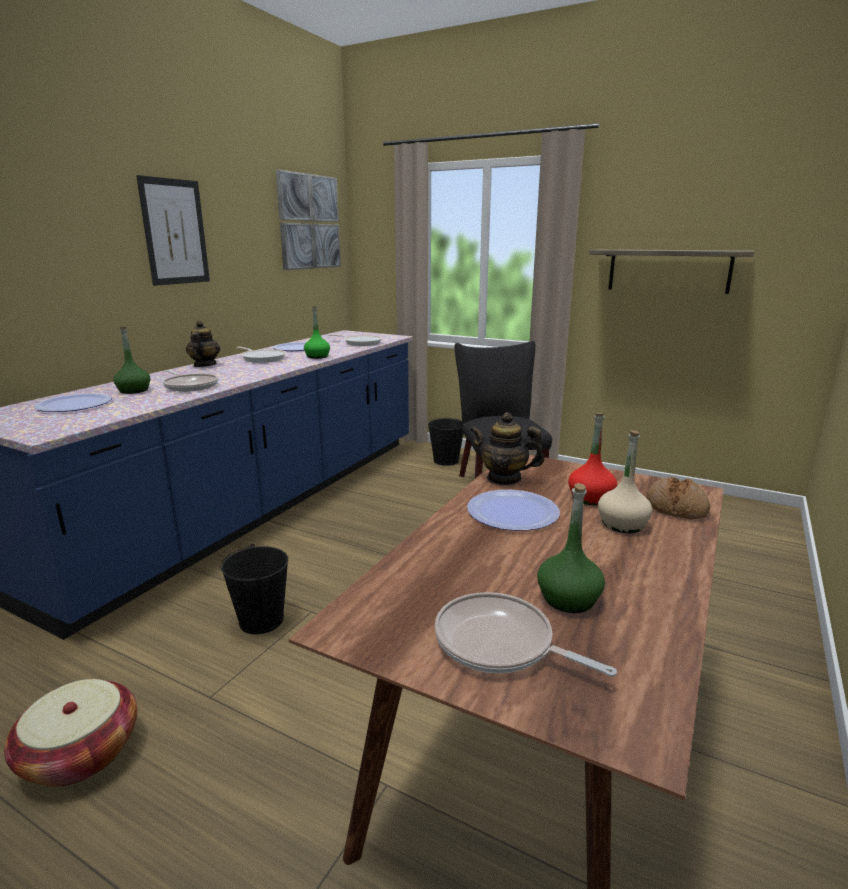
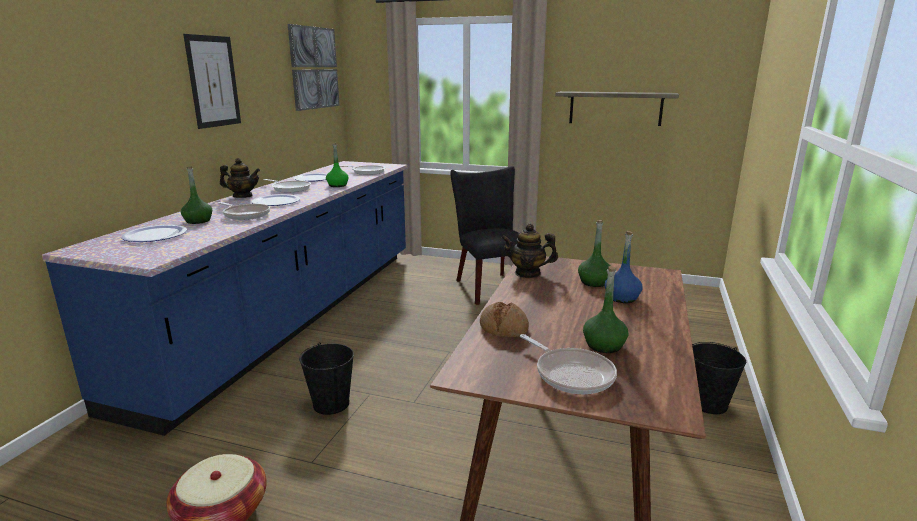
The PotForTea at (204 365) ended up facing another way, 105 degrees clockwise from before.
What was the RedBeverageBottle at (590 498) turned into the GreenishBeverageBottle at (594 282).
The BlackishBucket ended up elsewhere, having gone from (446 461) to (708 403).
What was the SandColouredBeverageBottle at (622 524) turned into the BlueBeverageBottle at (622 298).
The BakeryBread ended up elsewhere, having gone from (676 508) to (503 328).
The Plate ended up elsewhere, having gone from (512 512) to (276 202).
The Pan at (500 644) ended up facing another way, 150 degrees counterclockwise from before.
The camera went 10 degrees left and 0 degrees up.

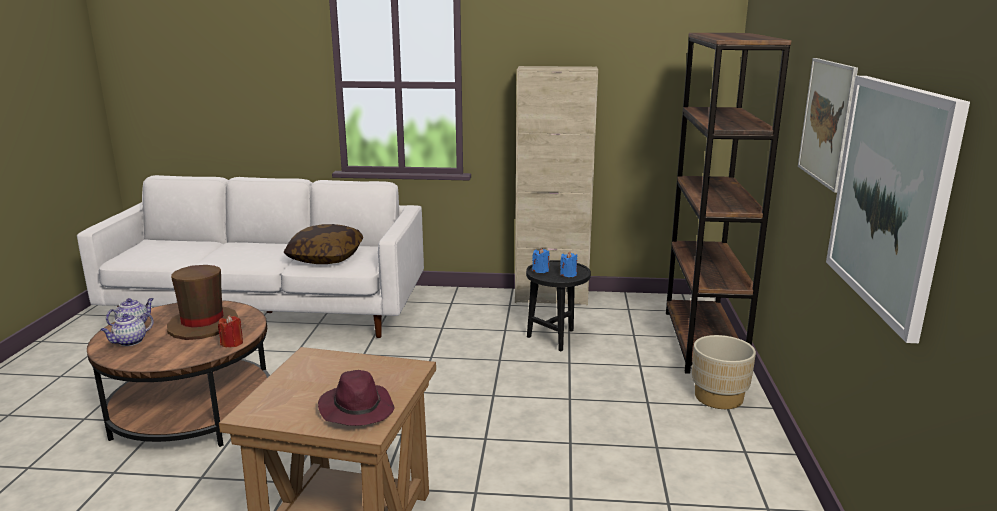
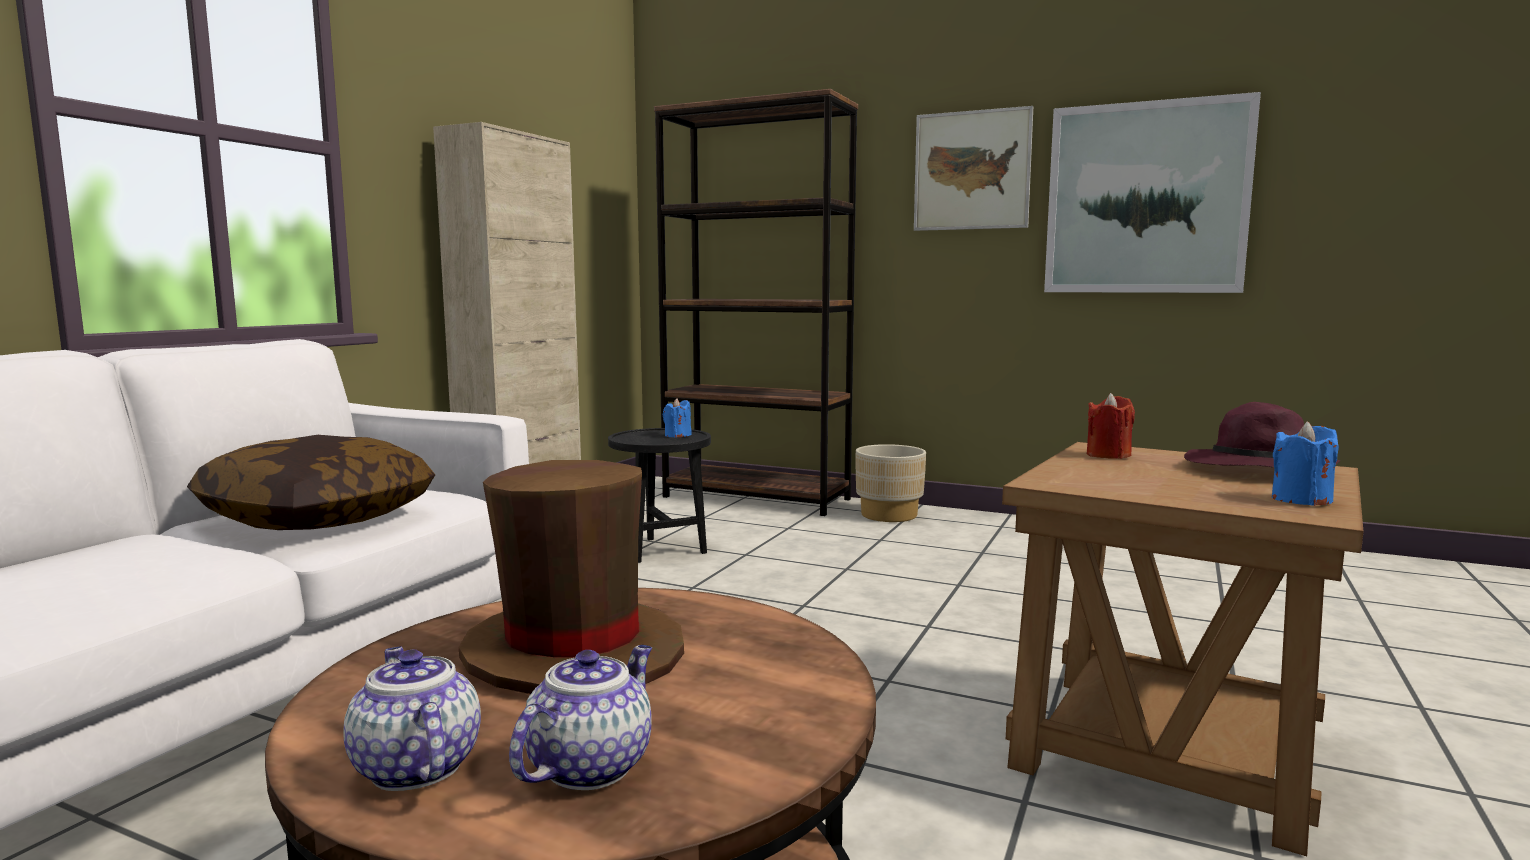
The BlueWaxLight ended up elsewhere, having gone from (541 270) to (1301 500).
The PotForTea at (130 342) ended up facing another way, 120 degrees counterclockwise from before.
The RedWaxLight ended up elsewhere, having gone from (232 343) to (1108 455).
The camera went 70 degrees left and 10 degrees down.

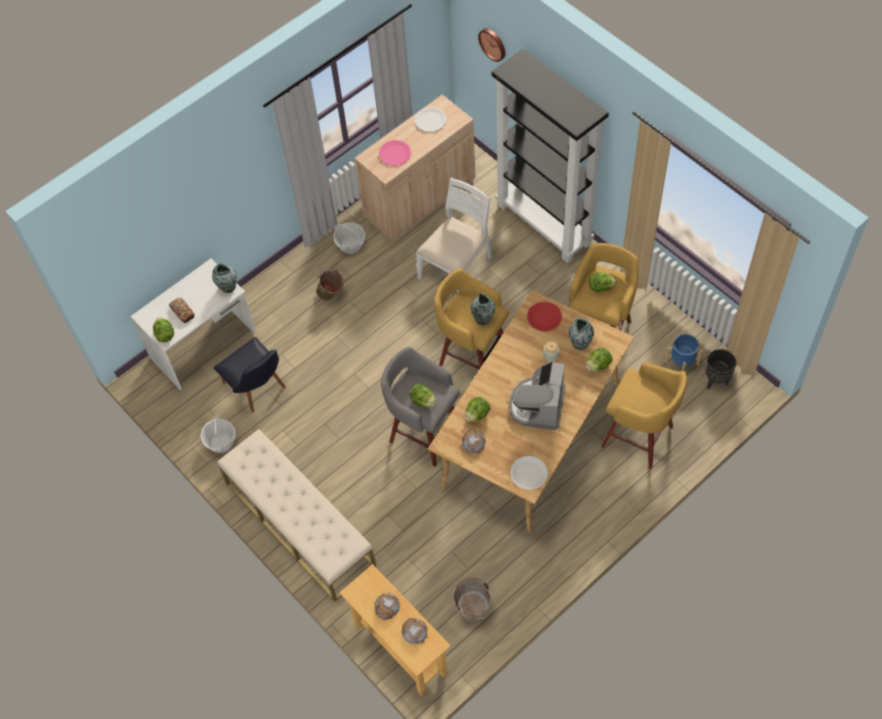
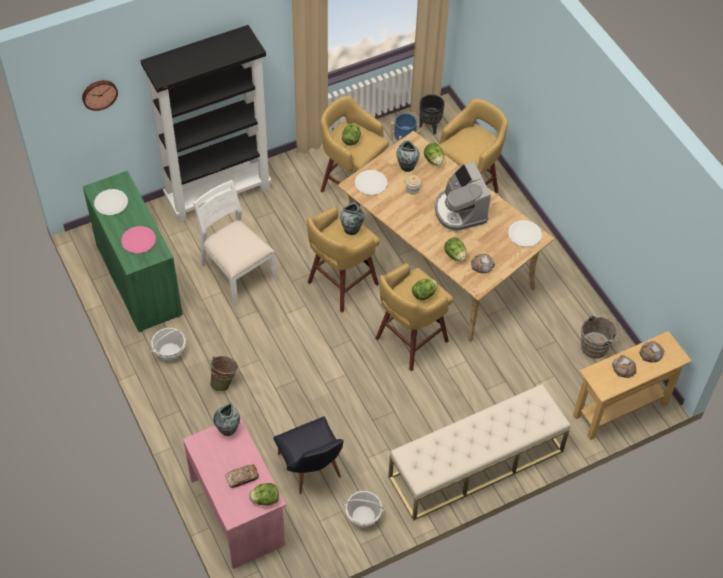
What was the SandColouredStorageCabinet at (420 198) turned into the GreenishStorageCabinet at (139 281).
What was the WhiteColouredDesk at (204 346) turned into the PinkColouredDesk at (238 511).
What was the RedPlate at (544 317) turned into the WhiteColouredPlate at (371 183).
The BlackishChair at (258 389) ended up facing another way, 90 degrees clockwise from before.
What was the GreyishStoolSeat at (424 432) turned into the YellowStoolSeat at (409 341).
The CoffeeMachine at (537 405) ended up facing another way, 45 degrees clockwise from before.
The camera went 80 degrees left and 5 degrees down.

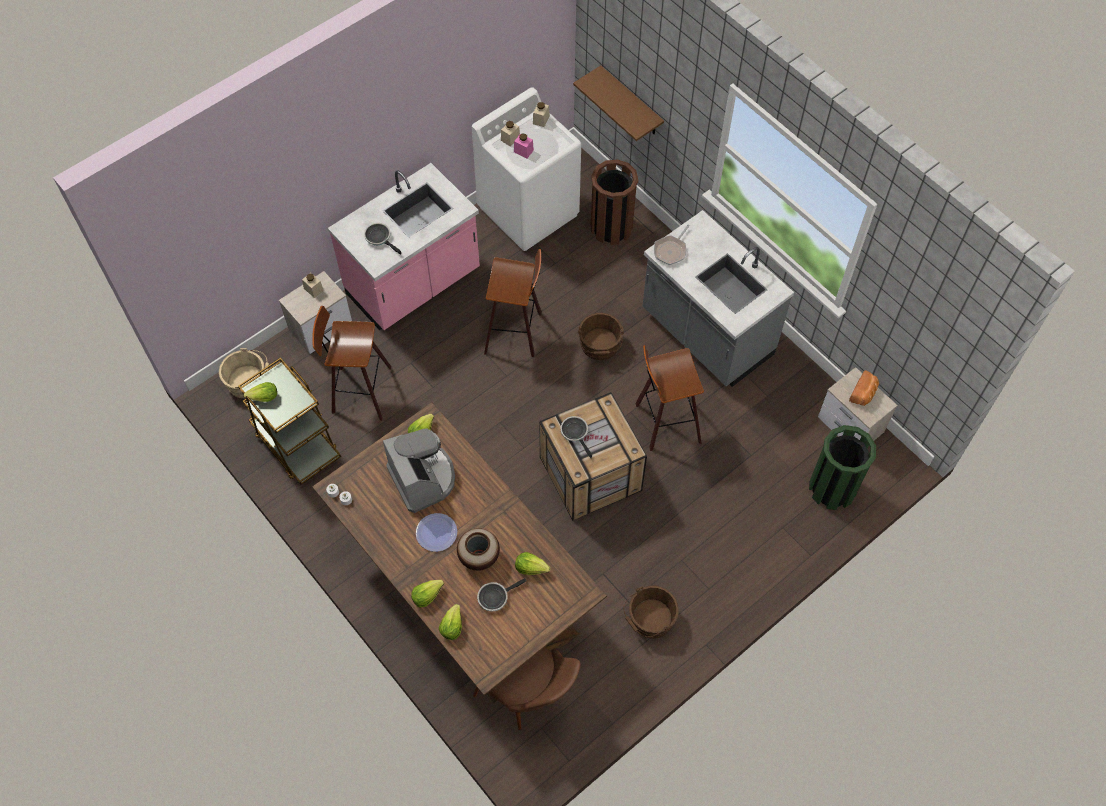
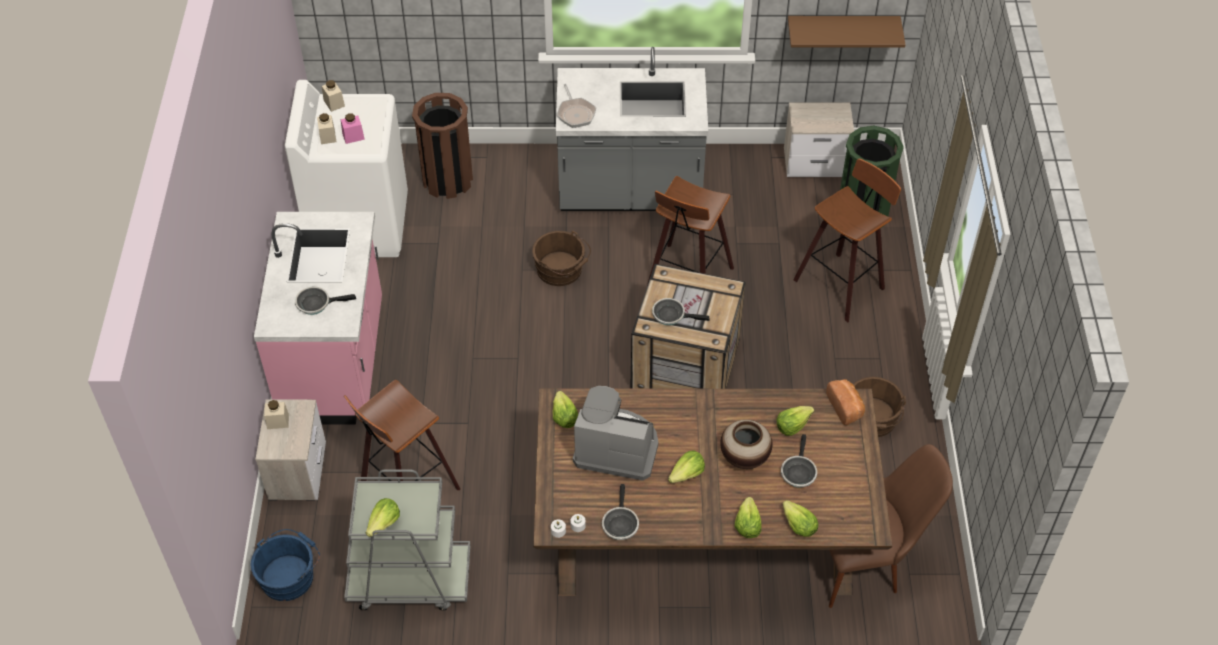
The BrownishBracketShelf ended up elsewhere, having gone from (631 102) to (842 29).
The StoolSeat ended up elsewhere, having gone from (515 331) to (842 284).
What was the SandColouredBucket at (249 381) turned into the BlueBucket at (289 575).
What was the BrownishWheeledCart at (296 444) turned into the GreyishWheeledCart at (409 580).
The BakeryBread ended up elsewhere, having gone from (863 394) to (846 407).
Where the Plate stood at (436 533), the Lettuce came to stand at (687 474).
The second view gained the Pan at (620 523).
The camera went 50 degrees left and 10 degrees down.

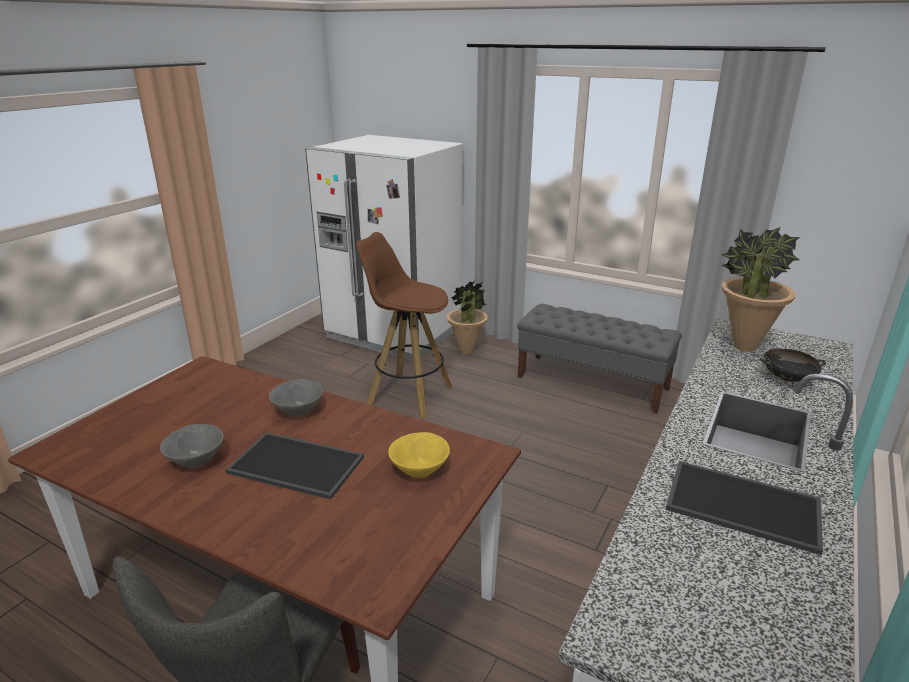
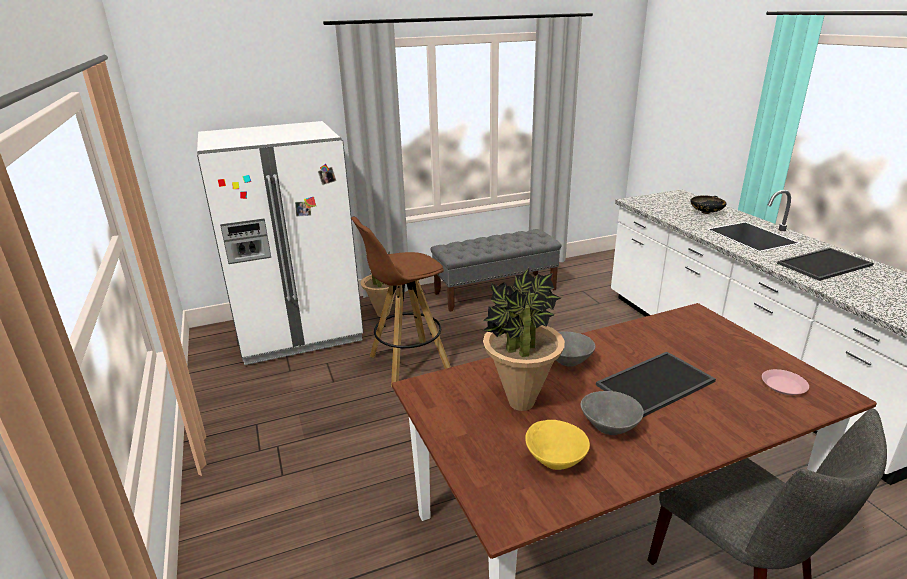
The PlantInAPot ended up elsewhere, having gone from (744 347) to (521 403).
The YellowServingBowl ended up elsewhere, having gone from (420 470) to (555 460).
The second view gained the PinkColouredPlate at (783 385).
The camera went 50 degrees left and 0 degrees up.

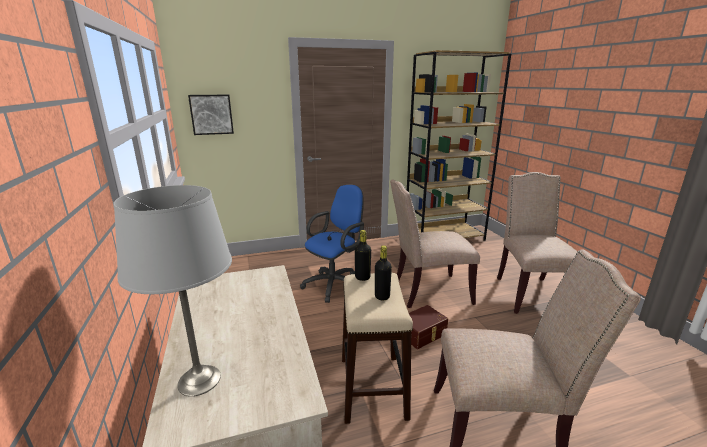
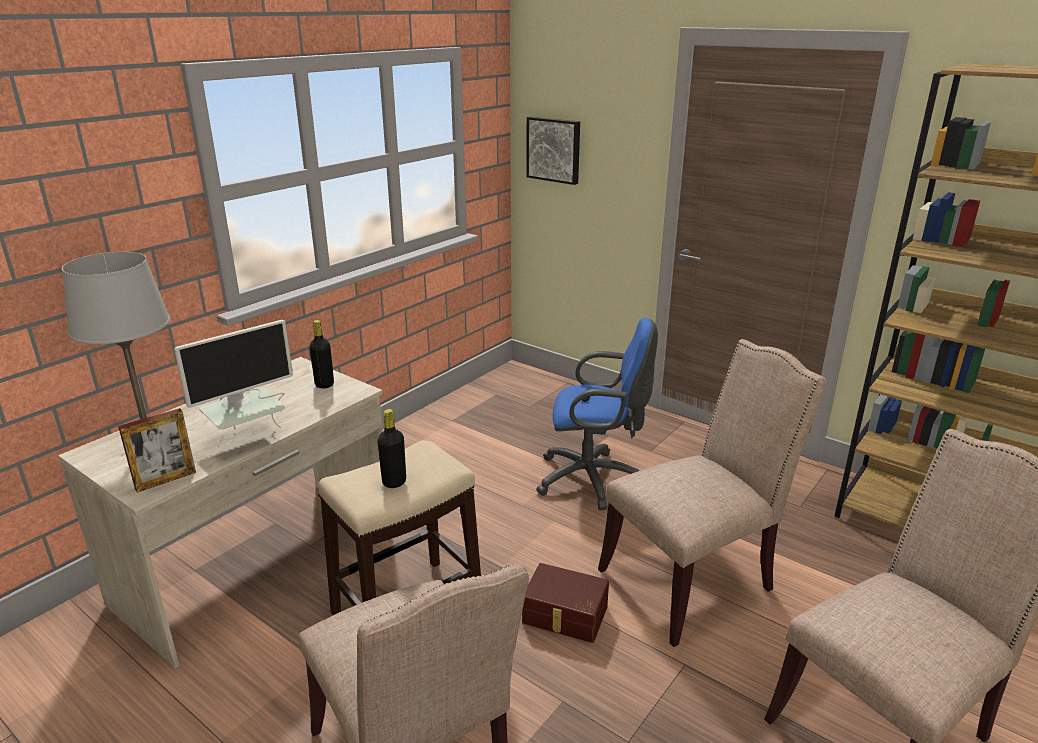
The SandColouredChair at (428 292) ended up facing another way, 105 degrees clockwise from before.
The BlackishBeverageBottle ended up elsewhere, having gone from (362 277) to (324 384).
The second view gained the ComputerScreen at (248 439).
The second view gained the StandingFrame at (166 480).
The camera went 55 degrees right and 5 degrees up.

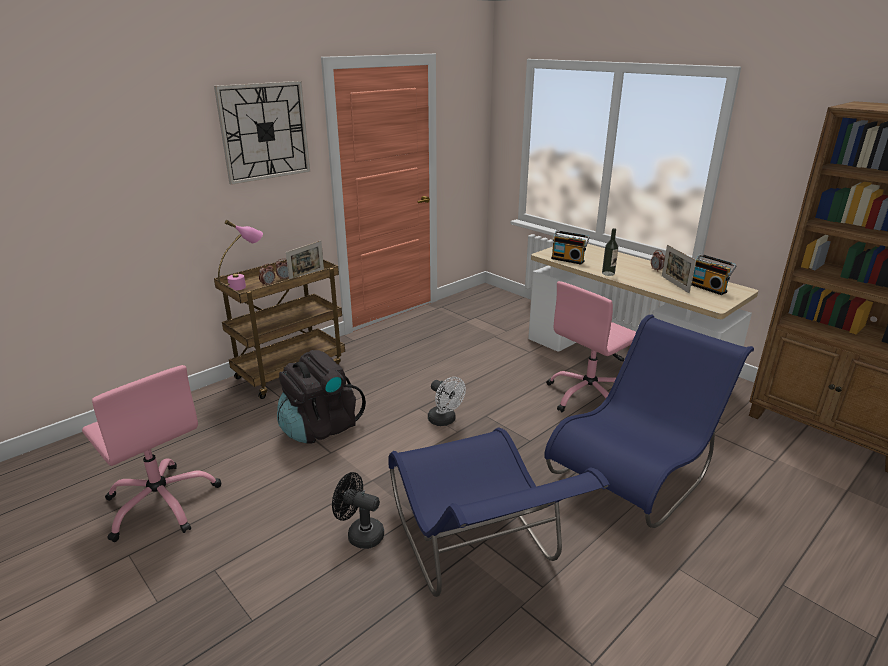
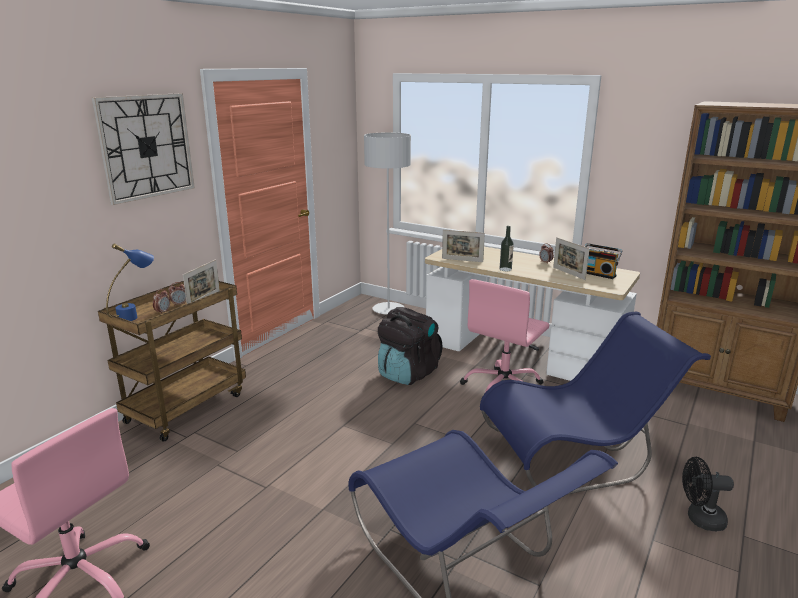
What was the PinkColouredLampForATable at (245 285) turned into the BlueLampForATable at (135 315).
Where the Radio stood at (568 260), the StandingFrame came to stand at (462 260).
The BlueChair at (636 472) ended up facing another way, 45 degrees clockwise from before.
The BlackishBackpack ended up elsewhere, having gone from (320 427) to (407 373).
The second view lost the WhiteColouredCoolingFan at (445 421).
The BlackishCoolingFan ended up elsewhere, having gone from (360 534) to (699 519).
The second view gained the GreyishFloorLamp at (388 310).
The camera went 15 degrees left and 5 degrees down.

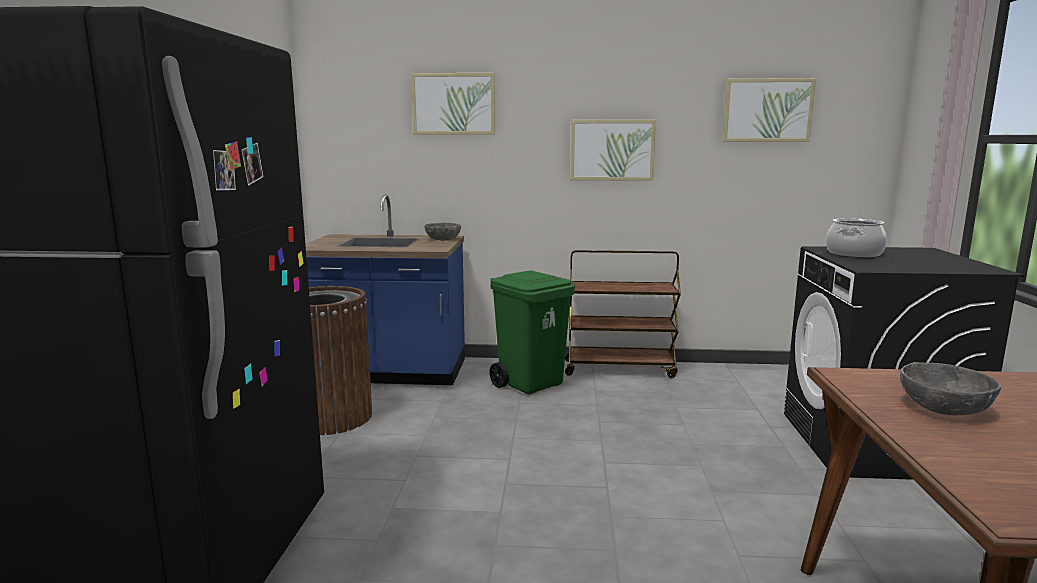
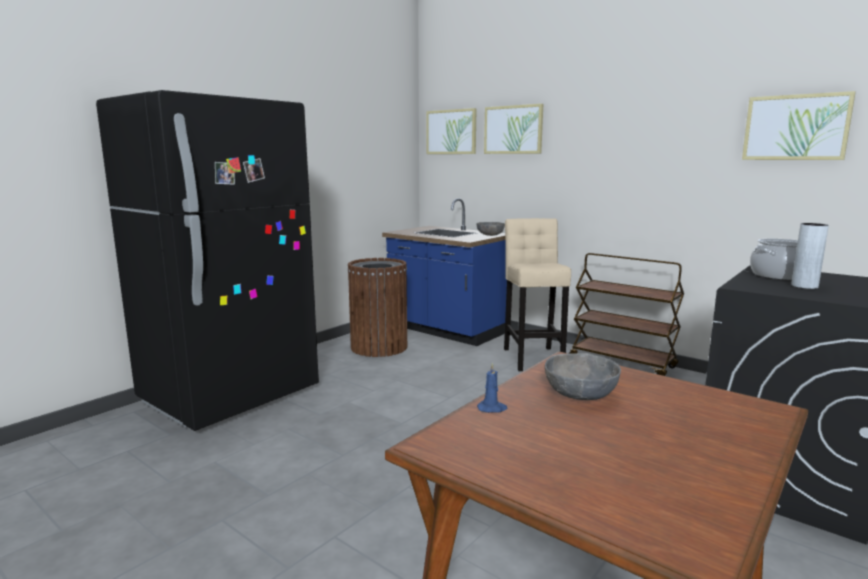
The Picture ended up elsewhere, having gone from (612 150) to (451 132).
Where the GreenishWasteBin stood at (531 384), the SandColouredStoolSeat came to stand at (533 357).
The second view gained the GreyishVase at (804 286).
The second view gained the BlueWaxLight at (492 408).
The camera went 35 degrees right and 0 degrees up.

